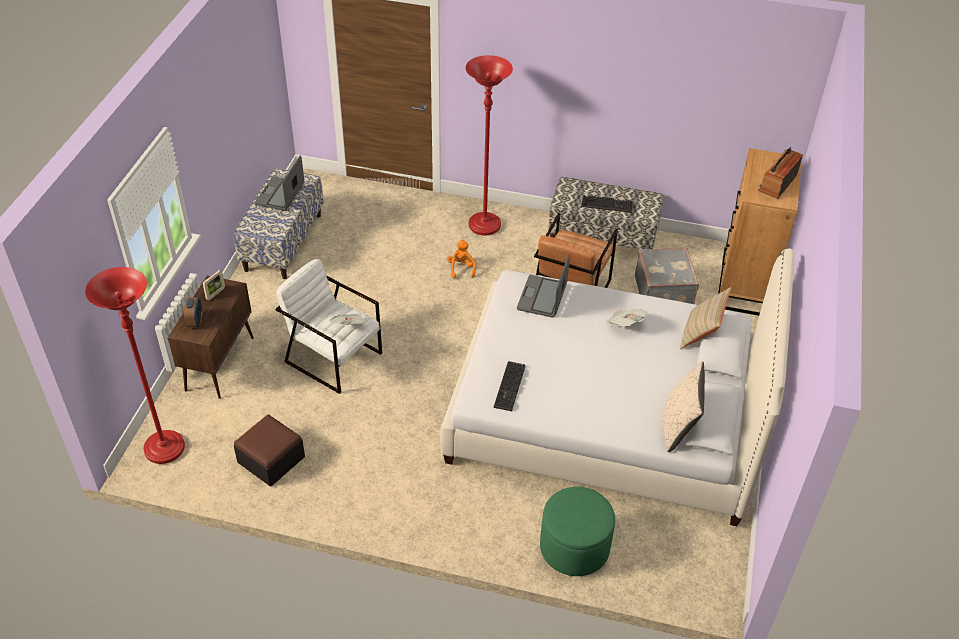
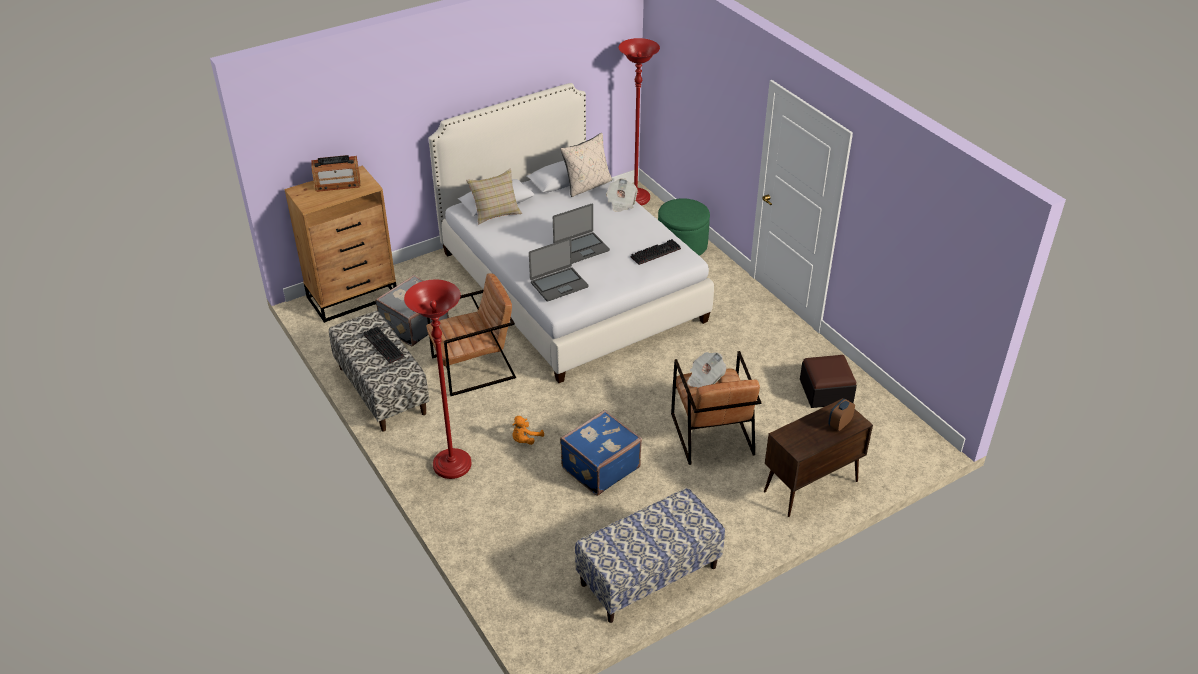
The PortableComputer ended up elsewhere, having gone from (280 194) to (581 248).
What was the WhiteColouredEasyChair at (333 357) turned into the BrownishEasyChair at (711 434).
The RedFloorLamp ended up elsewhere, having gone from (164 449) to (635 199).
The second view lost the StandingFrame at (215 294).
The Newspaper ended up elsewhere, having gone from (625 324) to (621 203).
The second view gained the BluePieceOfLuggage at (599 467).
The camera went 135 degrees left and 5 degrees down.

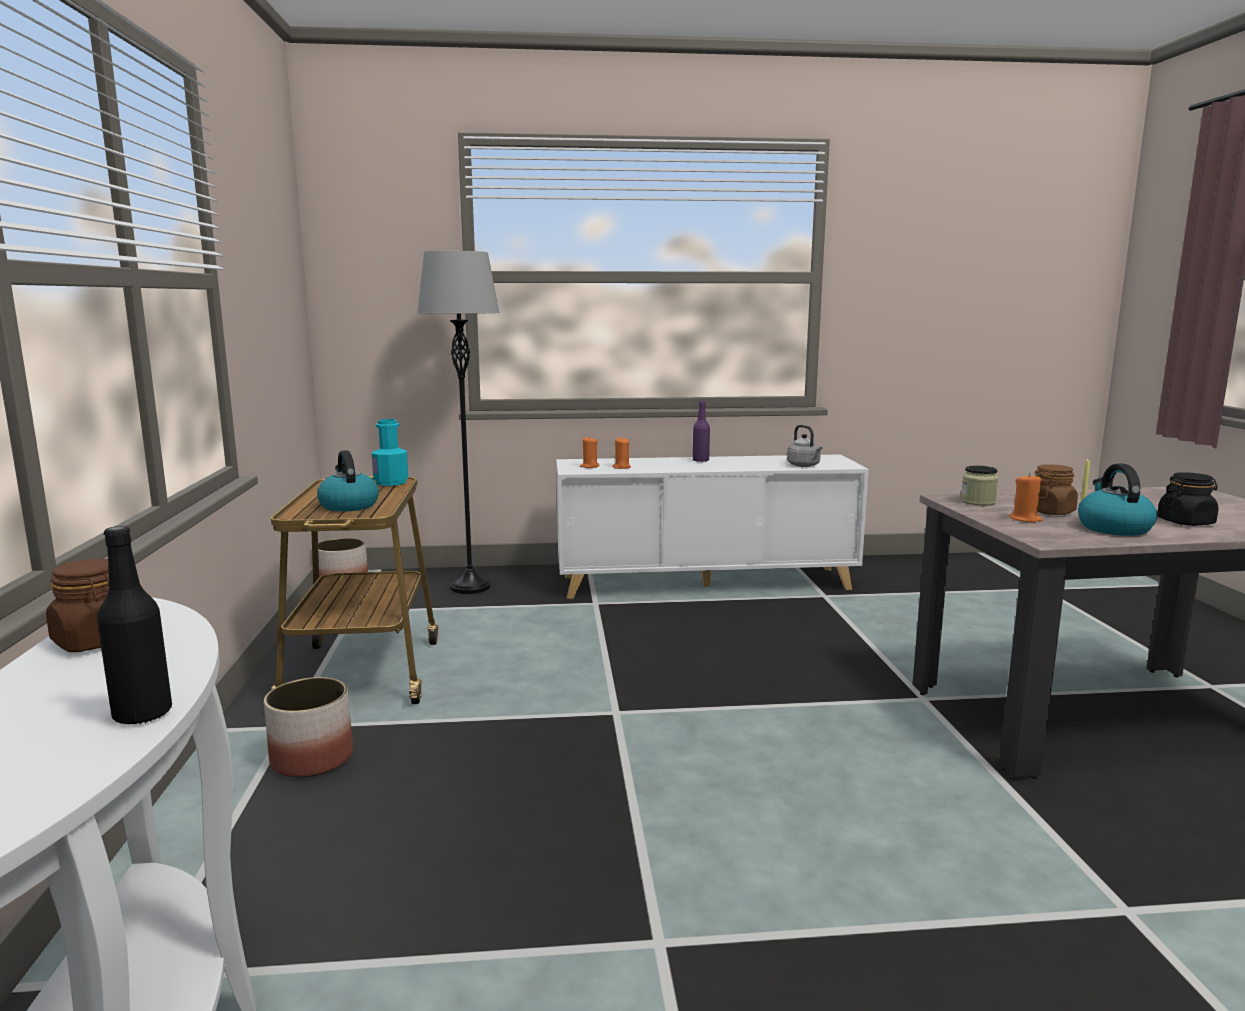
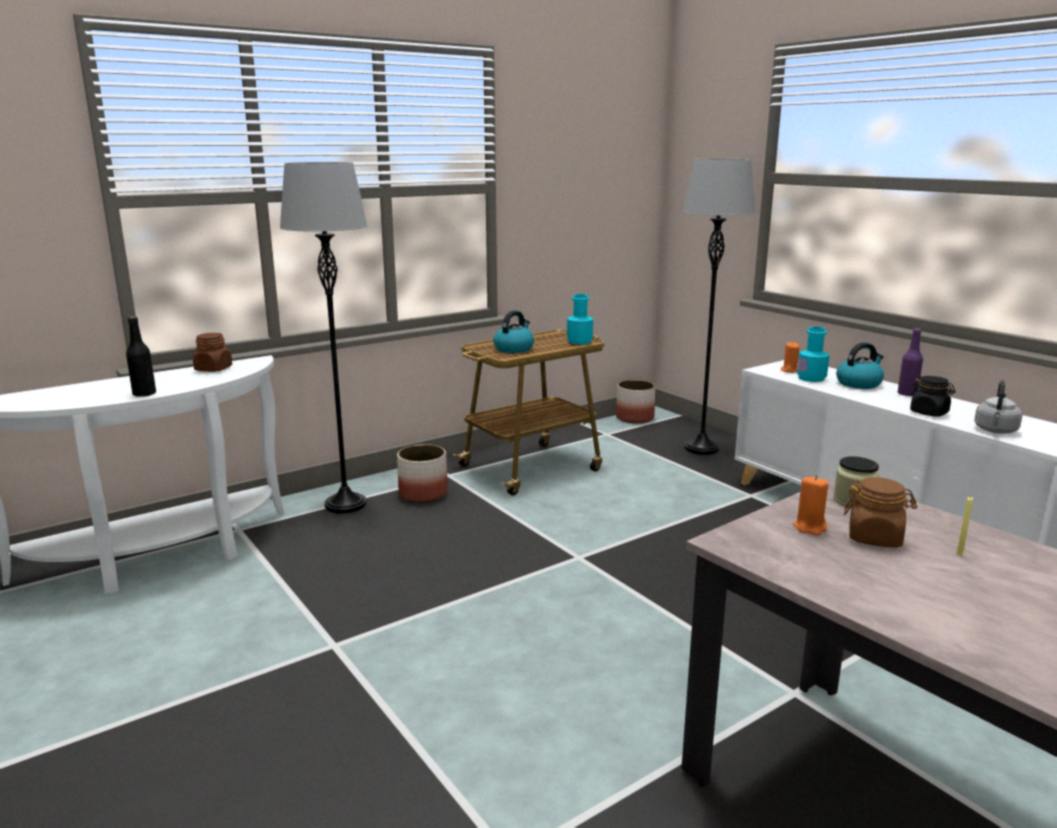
Where the OrangeyWaxLight stood at (621 467), the BlueGreenBeverageBottle came to stand at (811 378).
The TeaKettle ended up elsewhere, having gone from (1113 528) to (859 383).
The BlackishPreserveJar ended up elsewhere, having gone from (1185 522) to (929 413).
The second view gained the GreyishFloorLamp at (345 504).
The camera went 60 degrees right and 5 degrees up.

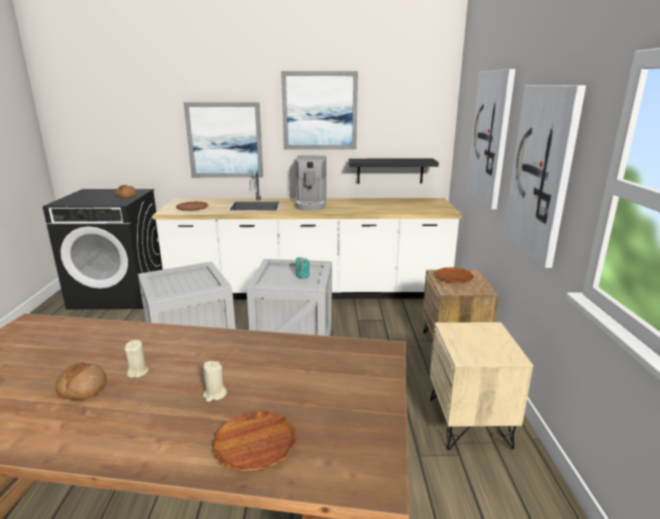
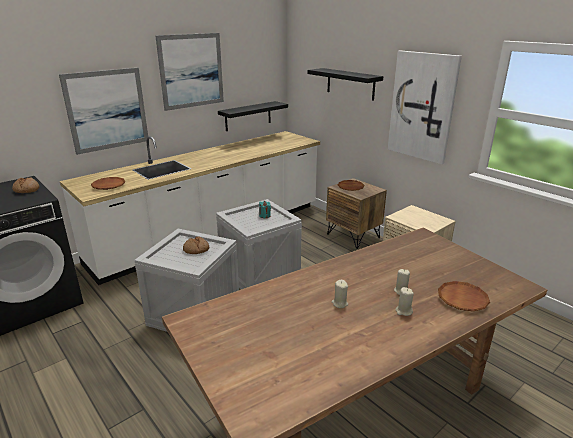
Where the Picture hung at (491 138), the BlackishBracketShelf came to hang at (350 84).
The second view lost the CoffeeMachine at (311 204).
The BakeryBread ended up elsewhere, having gone from (82 388) to (196 250).
The second view gained the SandColouredWaxLight at (403 311).
The camera went 40 degrees left and 5 degrees up.

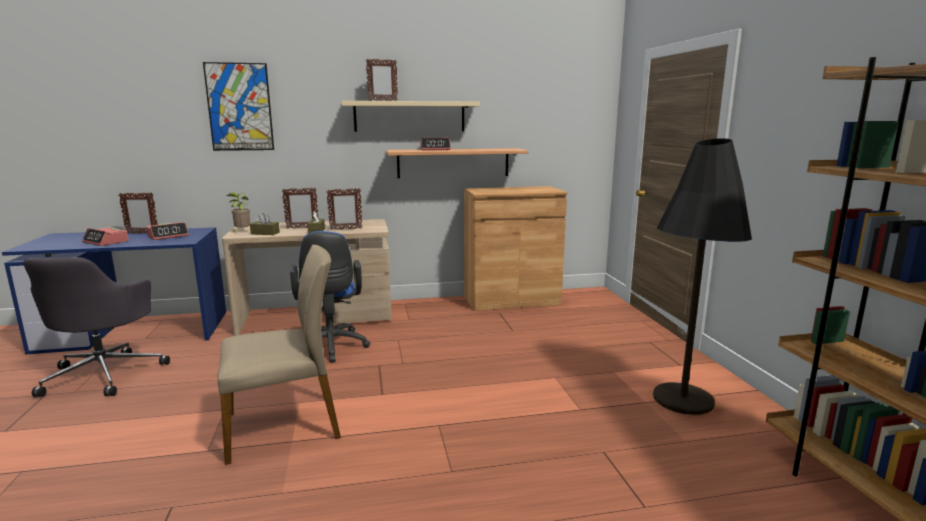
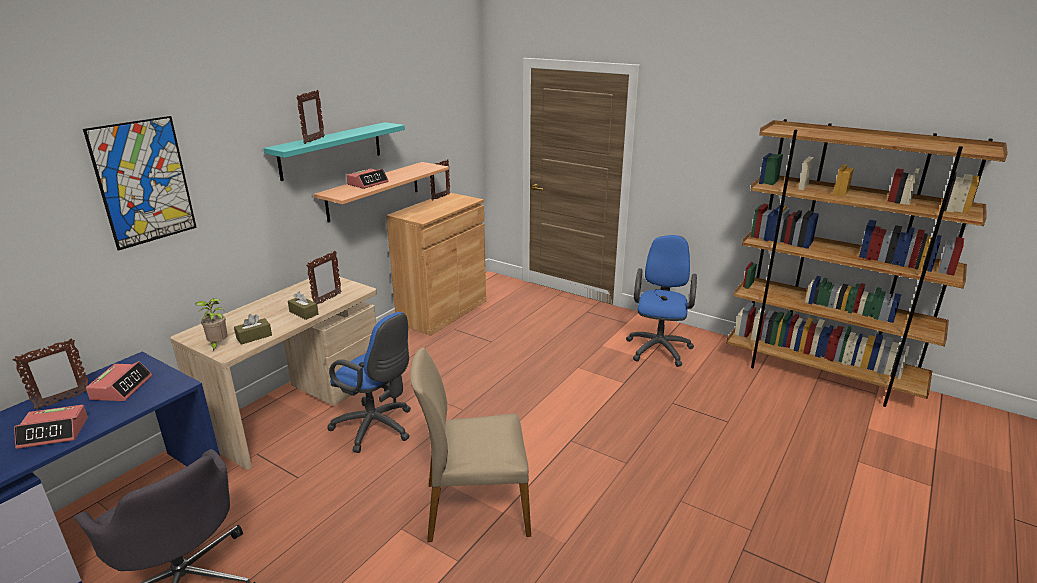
What was the SandColouredBracketShelf at (410 116) turned into the BlueGreenBracketShelf at (331 150).
Where the BlackishFloorLamp stood at (683 399), the BlueComputerChair came to stand at (659 347).
The StandingFrame ended up elsewhere, having gone from (302 228) to (440 197).
The SandColouredChair at (284 426) ended up facing another way, 120 degrees counterclockwise from before.
The camera went 45 degrees left and 10 degrees up.

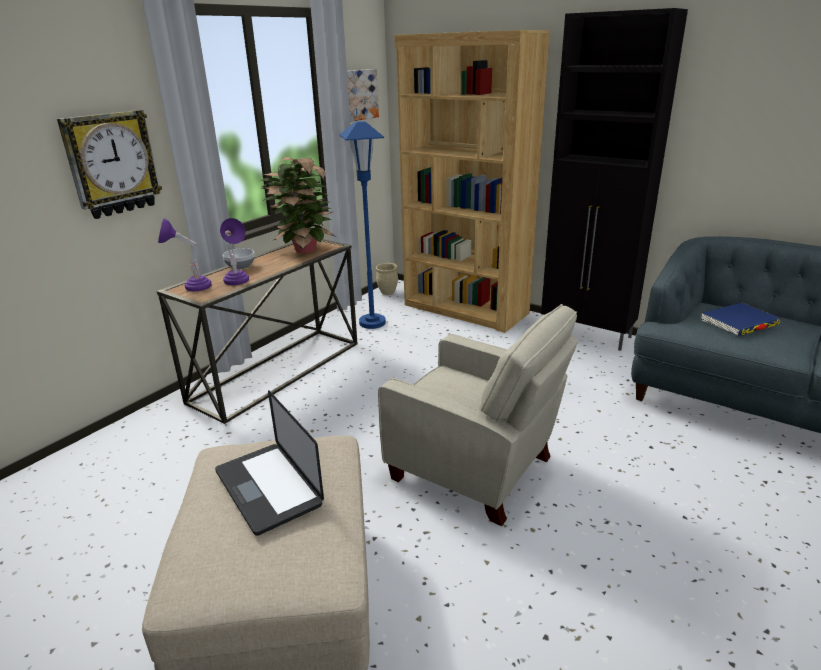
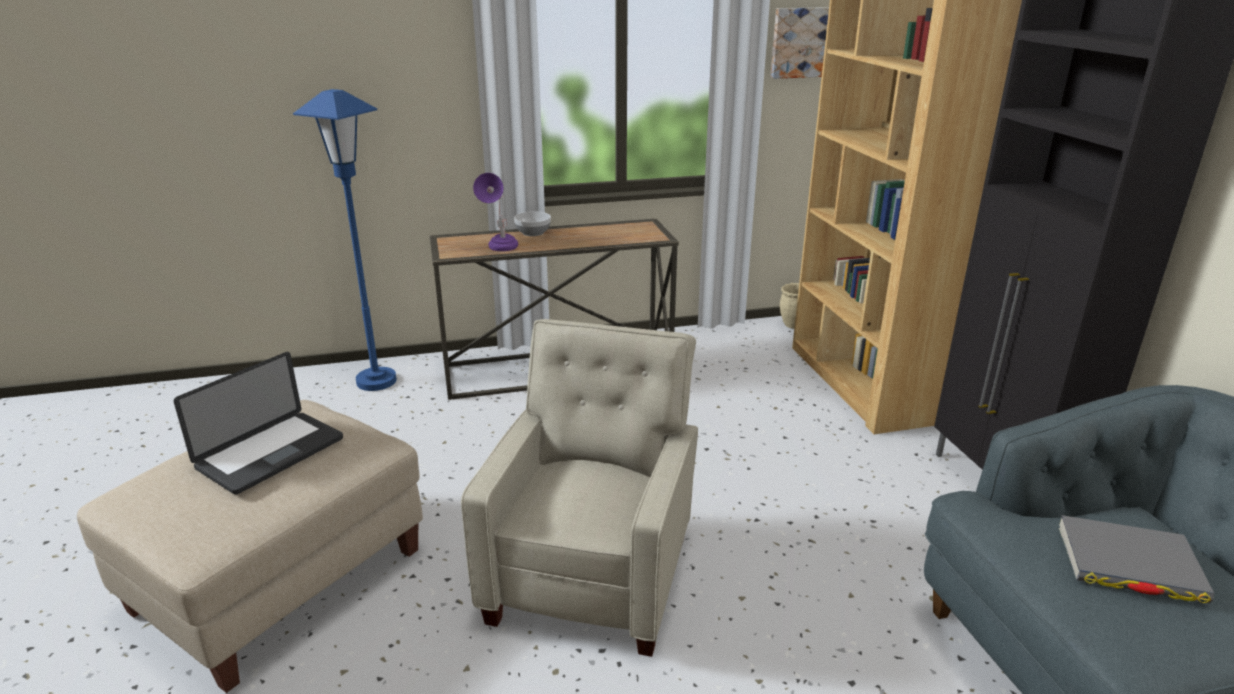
The second view lost the HangingClock at (112 164).
The BlueFloorLamp ended up elsewhere, having gone from (372 323) to (376 381).
The second view lost the PlantInAPot at (303 250).
The second view lost the PurpleLampForATable at (190 287).
What was the BlueBook at (739 322) turned into the GreyishBook at (1129 564).
The SandColouredEasyChair at (476 470) ended up facing another way, 150 degrees counterclockwise from before.
The PortableComputer at (268 488) ended up facing another way, 150 degrees counterclockwise from before.
The camera went 40 degrees right and 0 degrees up.

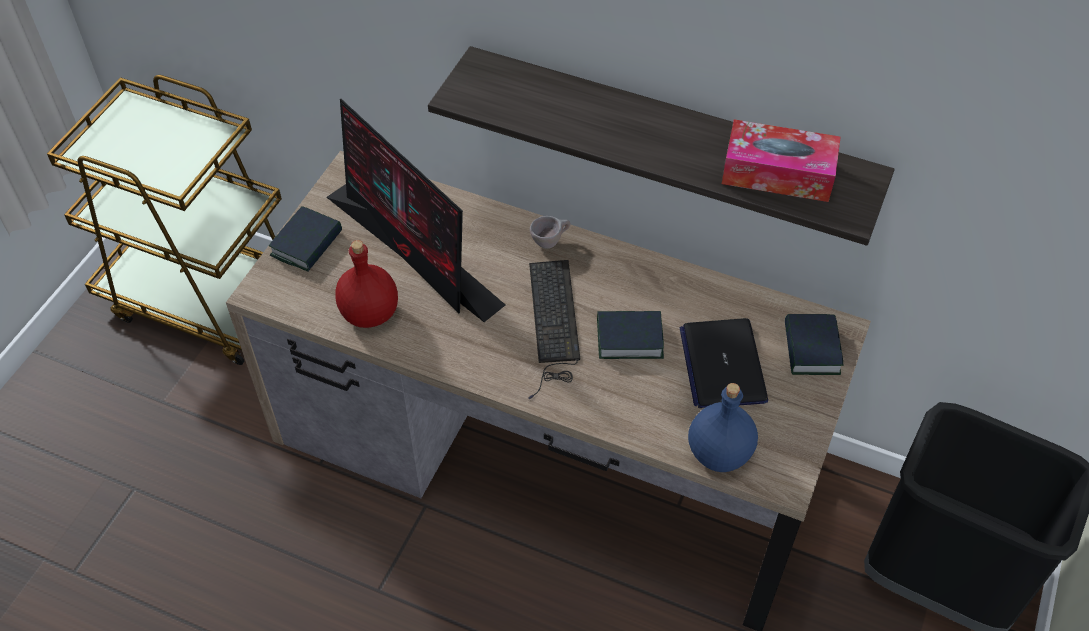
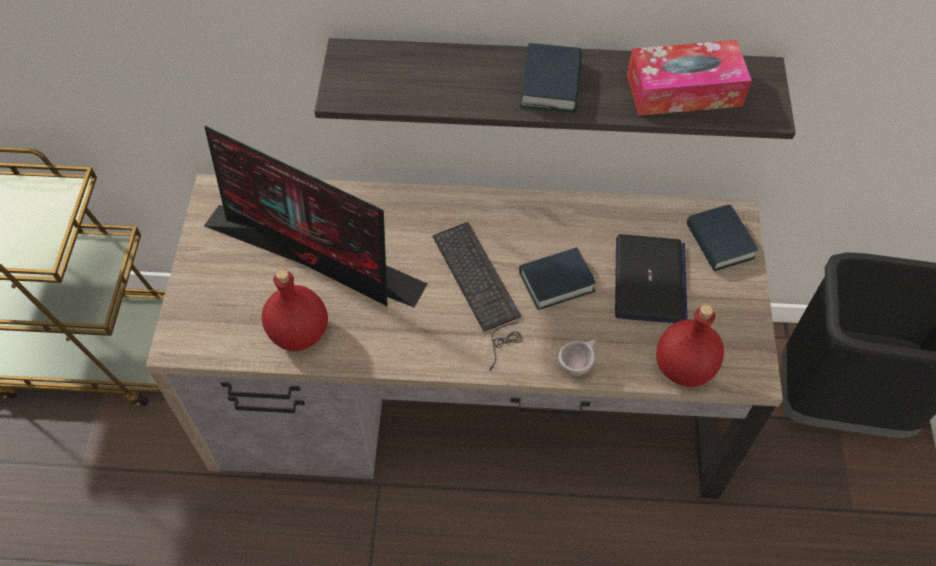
The Book ended up elsewhere, having gone from (307 244) to (551 84).
The SandColouredDrinkingCup ended up elsewhere, having gone from (550 241) to (577 364).
The PortableComputer at (722 364) ended up facing another way, 150 degrees counterclockwise from before.
What was the BlueBeverageBottle at (718 452) turned into the RedBeverageBottle at (683 366).
The camera went 20 degrees left and 5 degrees up.

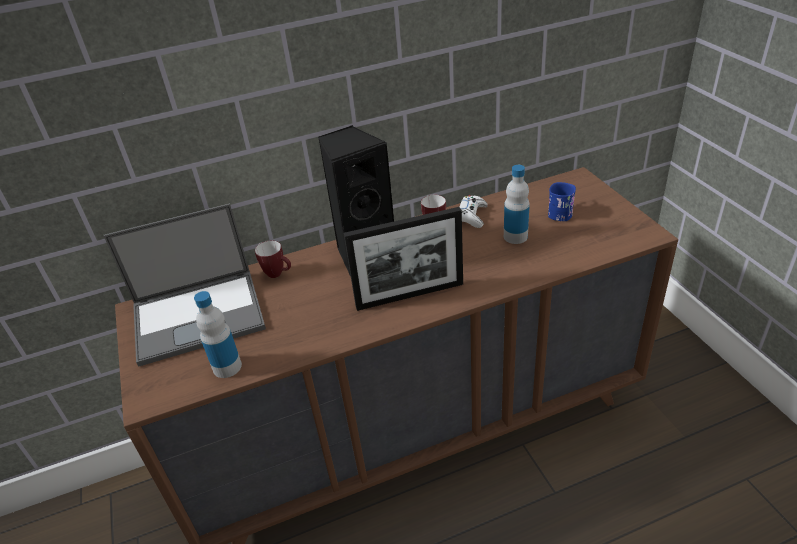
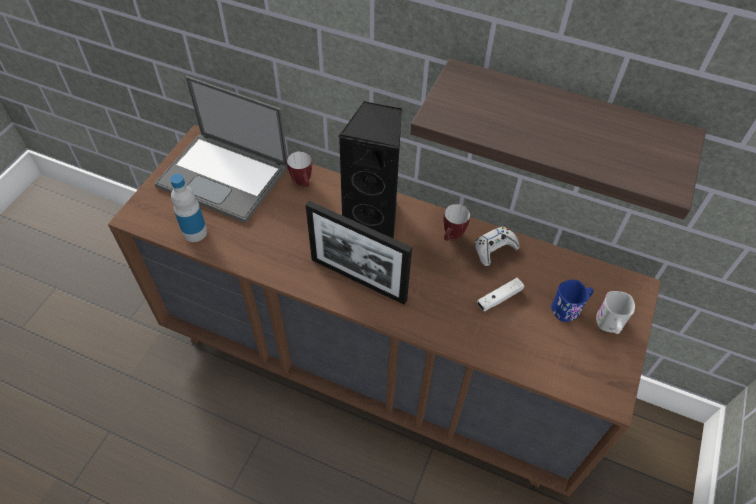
Where the BeverageBottle stood at (515 236), the WhiteColouredGamepad came to stand at (499 298).
The second view gained the BracketShelf at (560 127).
The second view gained the WhiteColouredMug at (609 325).
The camera went 40 degrees right and 15 degrees up.

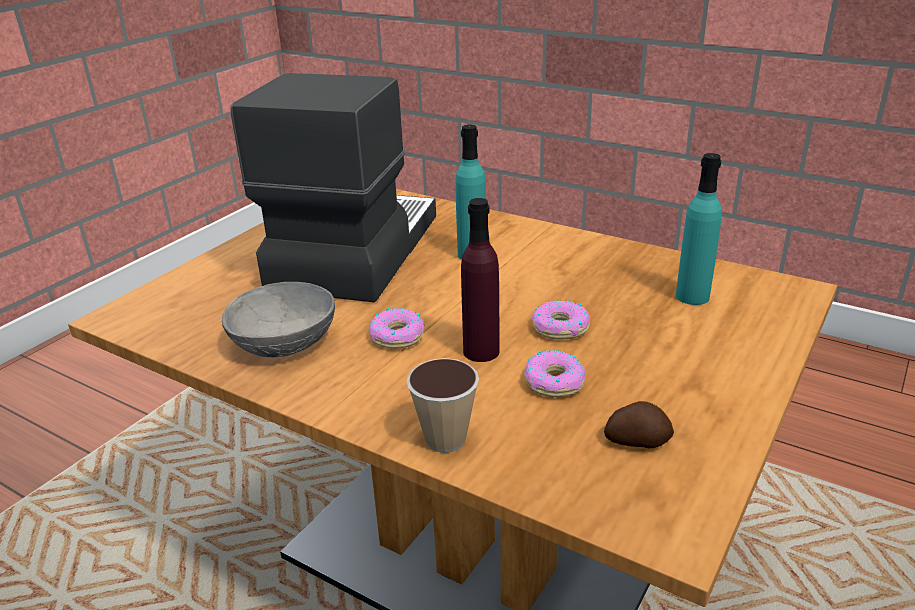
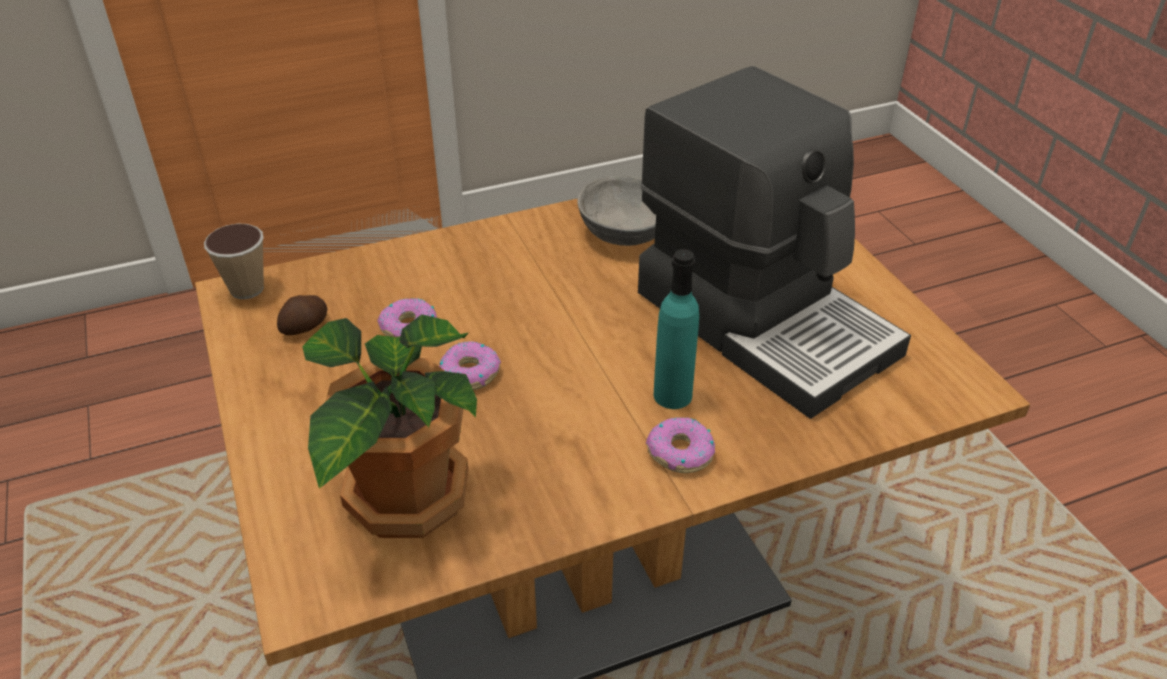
Where the BlueGreenBeverageBottle stood at (692 296), the PlantInAPot came to stand at (403 499).
The second view lost the PurpleBeverageBottle at (481 351).
The Doughnut ended up elsewhere, having gone from (398 336) to (680 452).
The DrinkingCup ended up elsewhere, having gone from (445 439) to (247 289).
The camera went 125 degrees right and 10 degrees up.

